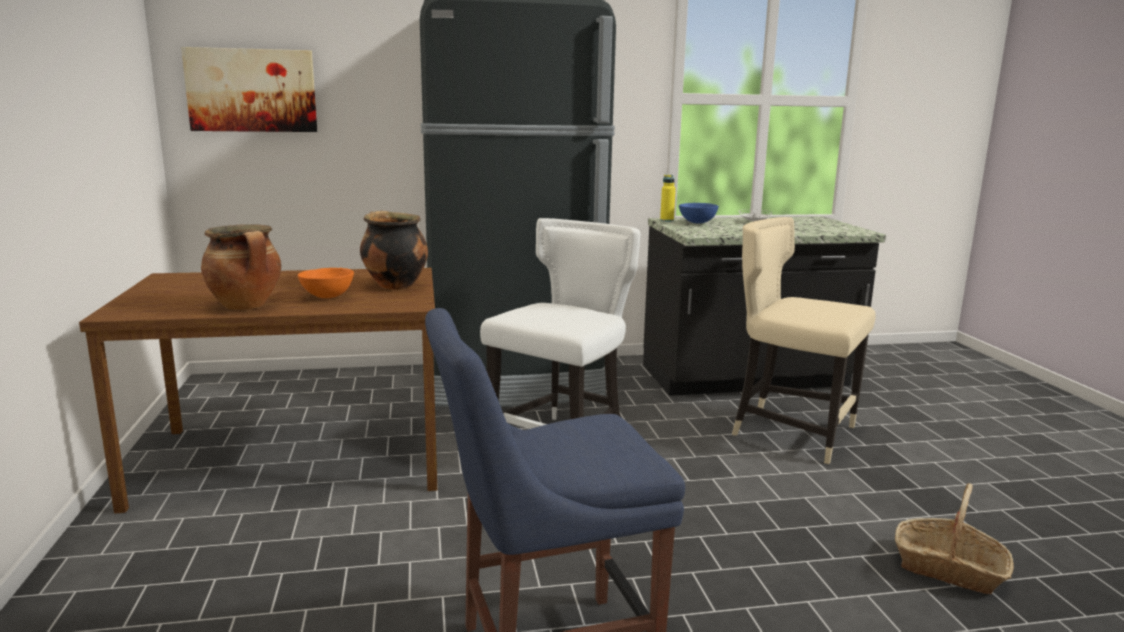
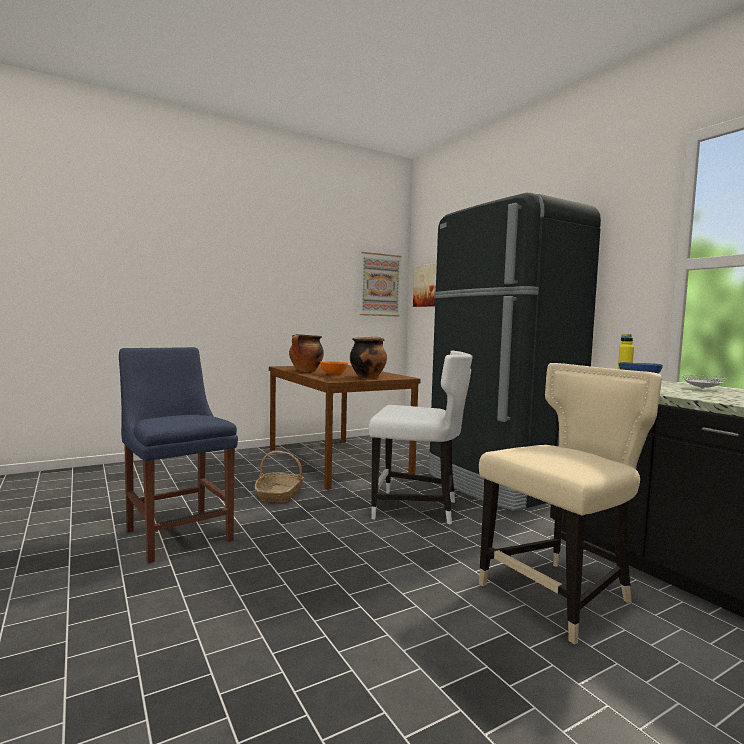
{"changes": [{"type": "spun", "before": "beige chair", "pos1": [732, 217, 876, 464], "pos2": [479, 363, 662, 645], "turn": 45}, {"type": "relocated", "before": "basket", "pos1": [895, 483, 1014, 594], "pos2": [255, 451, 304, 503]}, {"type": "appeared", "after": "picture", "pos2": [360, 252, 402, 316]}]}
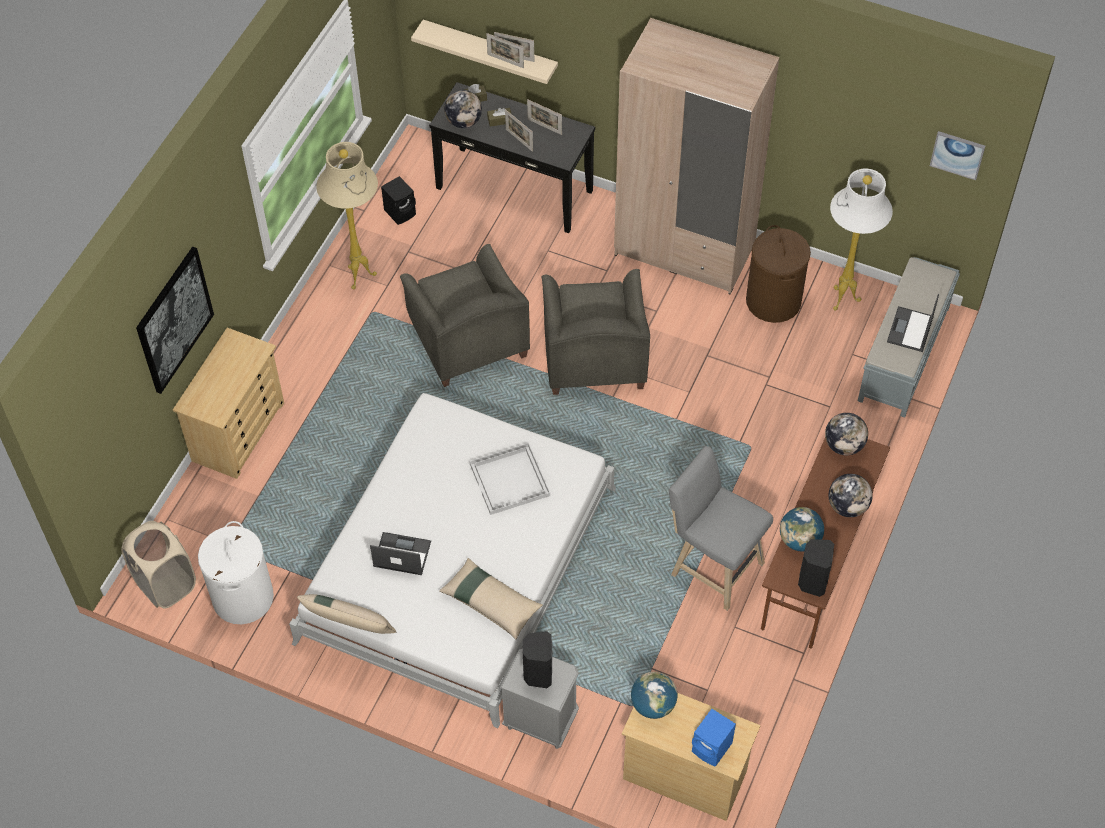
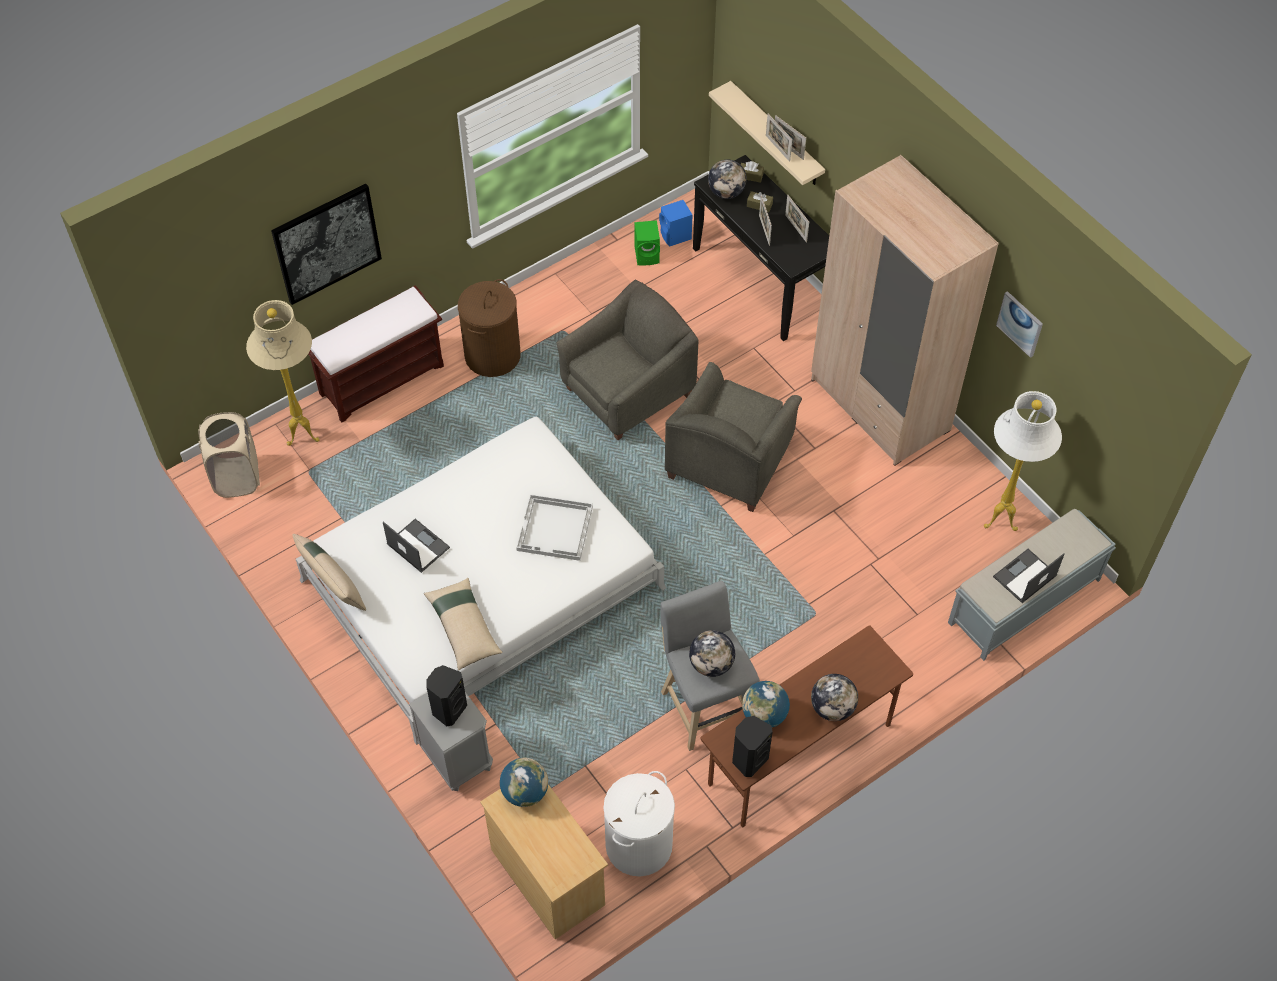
{"changes": [{"type": "exchanged", "before": "beige dresser", "after": "brown bench", "pos1": [173, 328, 284, 479], "pos2": [308, 285, 444, 423]}, {"type": "relocated", "before": "white laundry basket", "pos1": [198, 521, 274, 624], "pos2": [603, 771, 675, 876]}, {"type": "relocated", "before": "beige floor lamp", "pos1": [316, 142, 378, 289], "pos2": [246, 300, 320, 446]}, {"type": "colour", "before": "black speaker", "after": "green speaker", "pos1": [381, 176, 416, 225], "pos2": [635, 220, 660, 265]}, {"type": "spun", "before": "grey armchair", "pos1": [400, 244, 530, 387], "pos2": [556, 279, 699, 440], "turn": -135}, {"type": "relocated", "before": "blue speaker", "pos1": [692, 709, 736, 767], "pos2": [659, 200, 693, 247]}, {"type": "relocated", "before": "brown laundry basket", "pos1": [746, 225, 811, 323], "pos2": [458, 279, 521, 377]}, {"type": "relocated", "before": "globe", "pos1": [825, 413, 868, 455], "pos2": [689, 630, 735, 677]}, {"type": "relocated", "before": "picture", "pos1": [930, 131, 985, 180], "pos2": [996, 291, 1043, 358]}]}
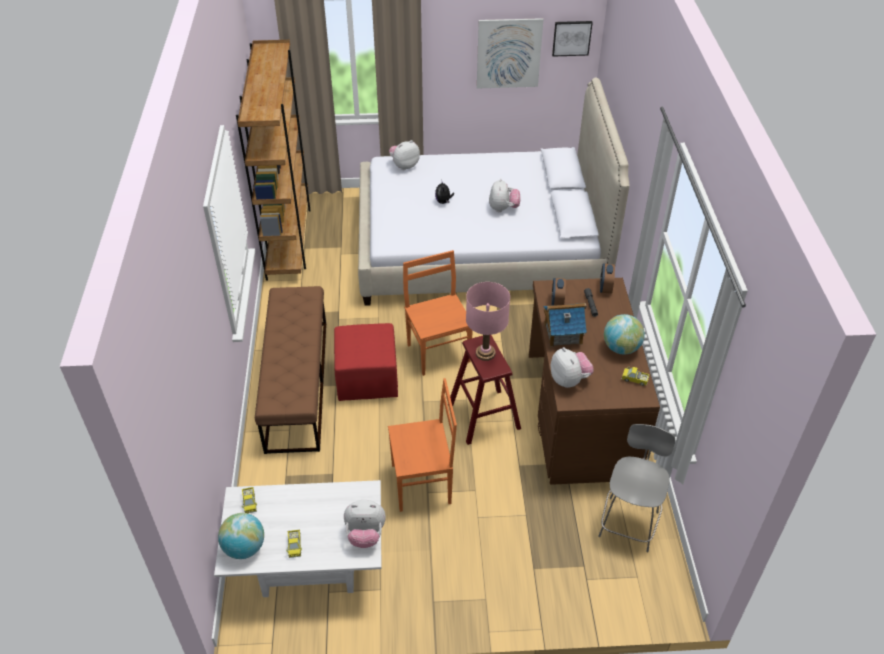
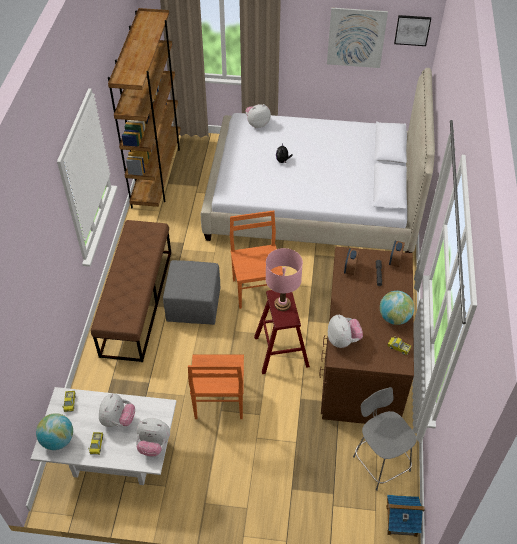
{"changes": [{"type": "colour", "before": "red ottoman", "after": "grey ottoman", "pos1": [334, 323, 398, 401], "pos2": [163, 260, 220, 325]}, {"type": "spun", "before": "orange chair", "pos1": [388, 378, 457, 512], "pos2": [188, 355, 244, 419], "turn": 90}, {"type": "relocated", "before": "plush toy", "pos1": [489, 178, 520, 212], "pos2": [99, 393, 135, 427]}, {"type": "relocated", "before": "toy house", "pos1": [544, 303, 587, 347], "pos2": [386, 495, 425, 537]}, {"type": "spun", "before": "grey chair", "pos1": [598, 424, 675, 553], "pos2": [353, 387, 417, 491], "turn": -60}]}
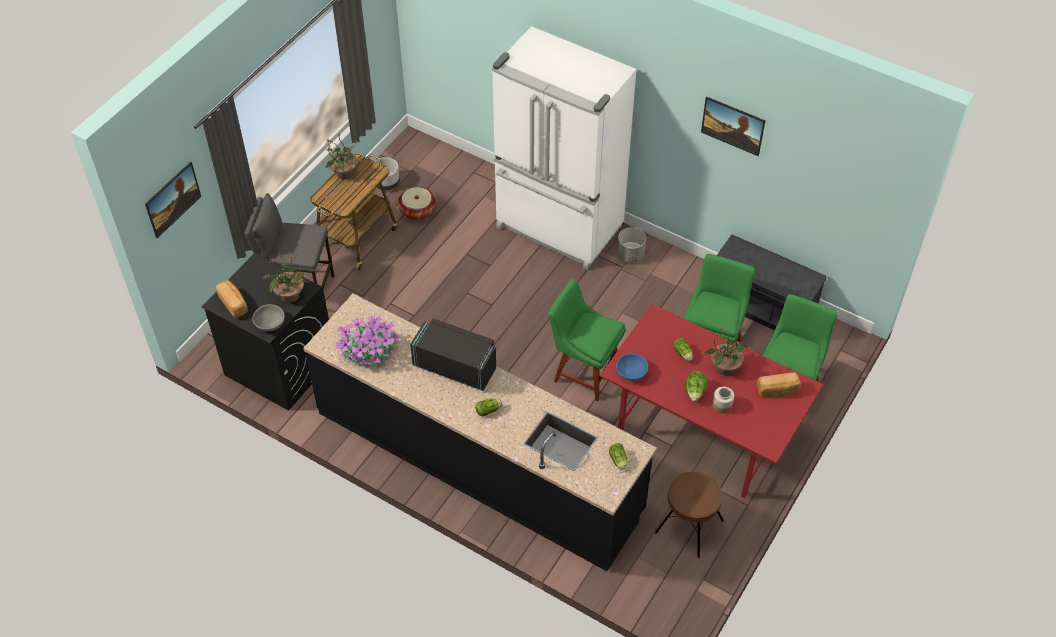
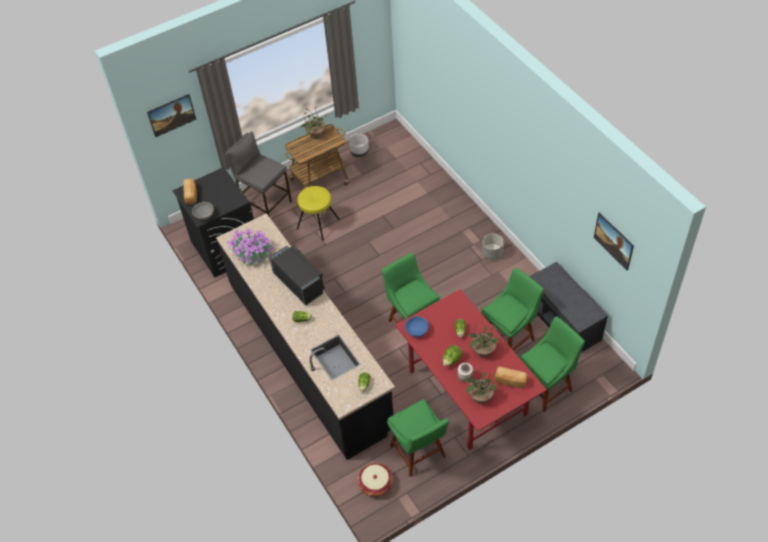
{"changes": [{"type": "relocated", "before": "potted plant", "pos1": [263, 254, 306, 303], "pos2": [465, 366, 496, 404]}, {"type": "relocated", "before": "basket", "pos1": [398, 187, 436, 220], "pos2": [358, 463, 393, 497]}, {"type": "missing", "before": "white fridge", "pos1": [492, 26, 636, 270]}, {"type": "exchanged", "before": "brown stool", "after": "green chair", "pos1": [655, 472, 724, 558], "pos2": [387, 399, 449, 477]}, {"type": "relocated", "before": "picture", "pos1": [701, 97, 766, 156], "pos2": [594, 213, 634, 270]}, {"type": "appeared", "after": "yellow stool", "pos2": [297, 186, 340, 241]}]}
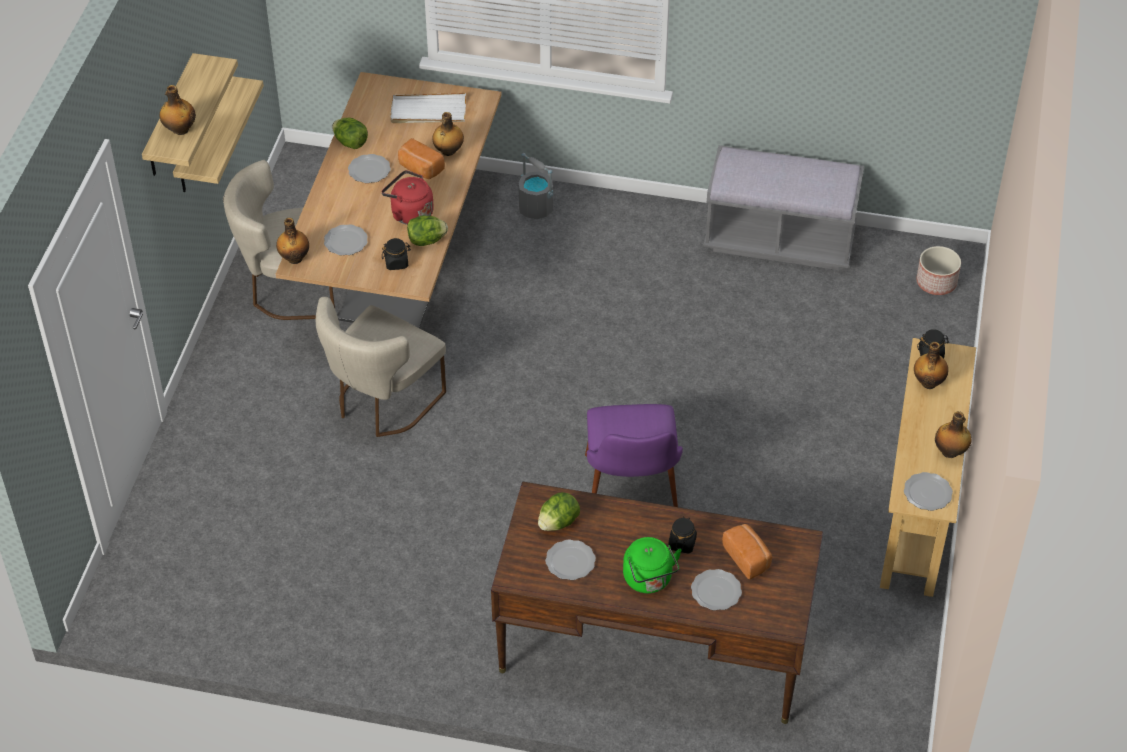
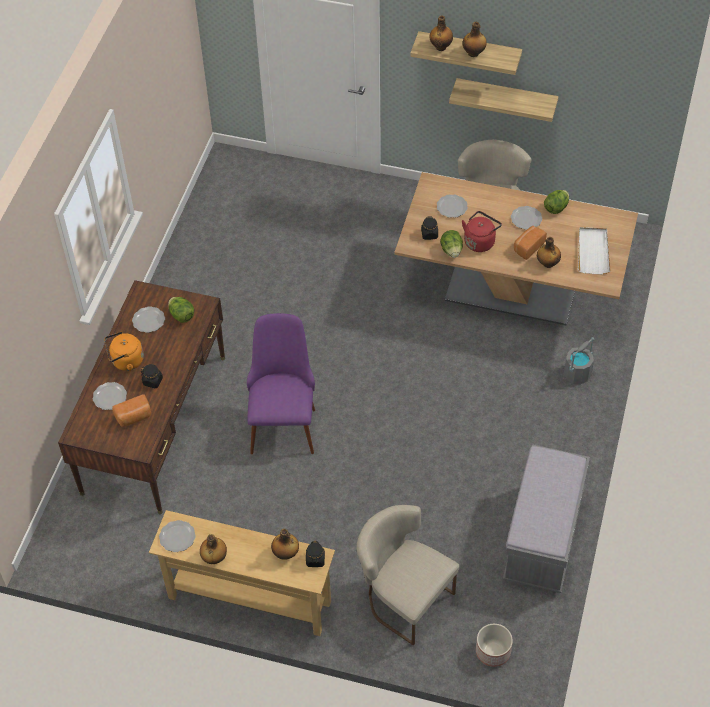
{"changes": [{"type": "relocated", "before": "bottle", "pos1": [276, 218, 309, 264], "pos2": [463, 22, 487, 57]}, {"type": "relocated", "before": "beige chair", "pos1": [316, 297, 446, 437], "pos2": [356, 505, 459, 645]}, {"type": "spun", "before": "purple chair", "pos1": [585, 404, 683, 507], "pos2": [247, 313, 315, 454], "turn": 90}, {"type": "colour", "before": "green kettle", "after": "orange kettle", "pos1": [623, 537, 682, 593], "pos2": [104, 331, 144, 371]}]}
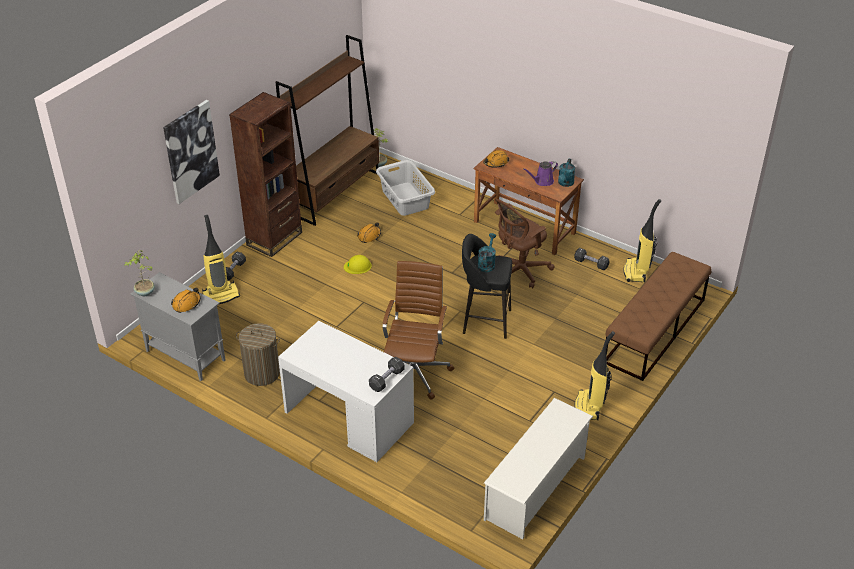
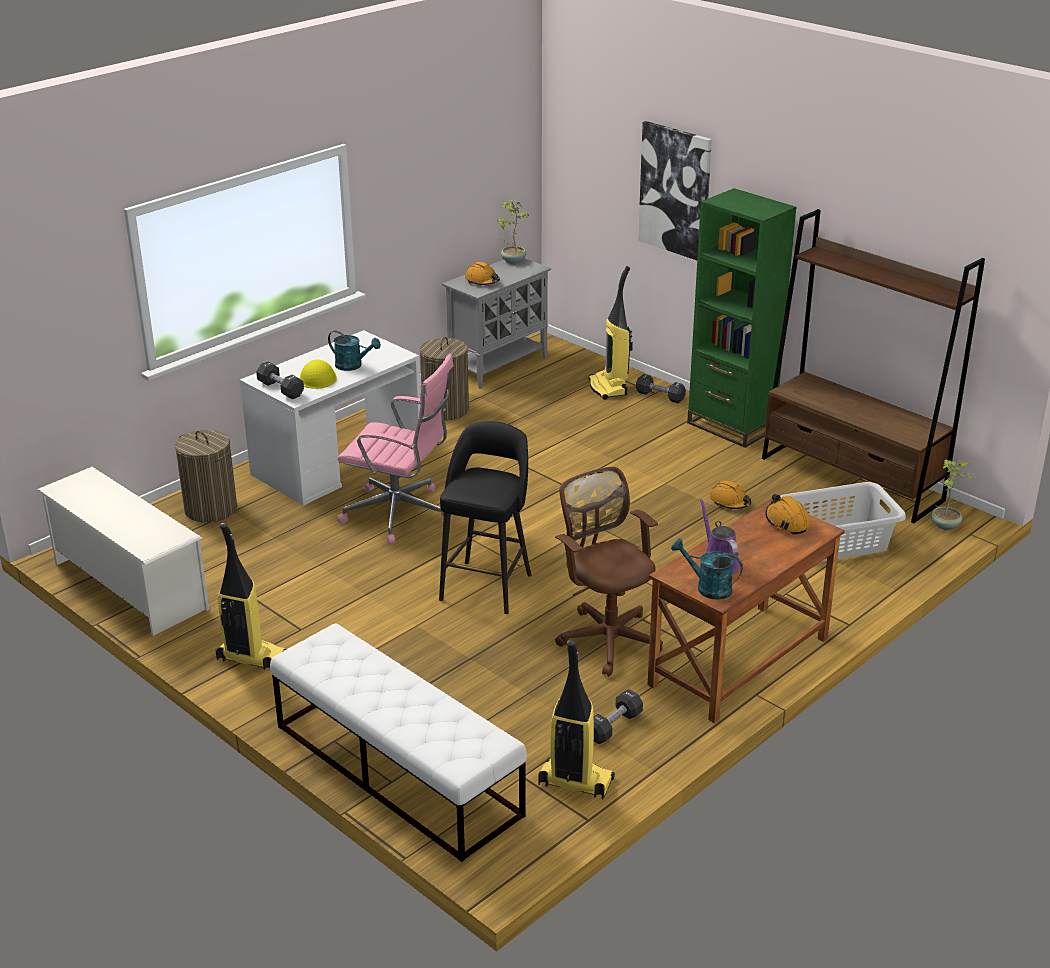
{"changes": [{"type": "colour", "before": "brown bookcase", "after": "green bookcase", "pos1": [229, 92, 302, 257], "pos2": [687, 188, 797, 448]}, {"type": "relocated", "before": "yellow hard hat", "pos1": [344, 255, 372, 274], "pos2": [299, 360, 337, 389]}, {"type": "colour", "before": "brown office chair", "after": "pink office chair", "pos1": [383, 261, 454, 399], "pos2": [337, 354, 454, 545]}, {"type": "relocated", "before": "turquoise watering can", "pos1": [477, 233, 496, 272], "pos2": [328, 330, 381, 371]}, {"type": "colour", "before": "brown bench", "after": "white bench", "pos1": [606, 252, 712, 381], "pos2": [270, 623, 527, 862]}, {"type": "appeared", "after": "laundry basket", "pos2": [175, 430, 237, 522]}]}
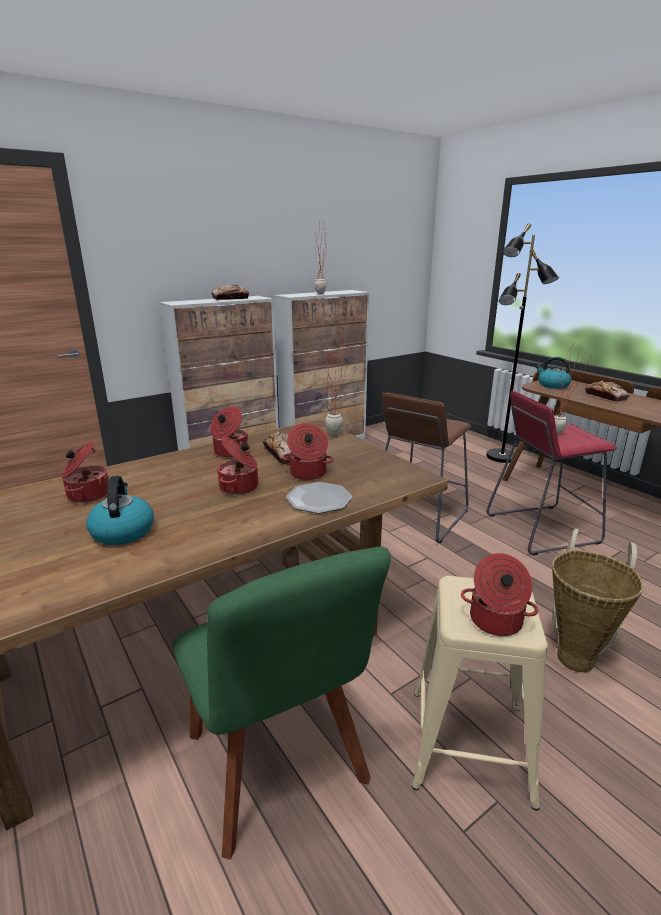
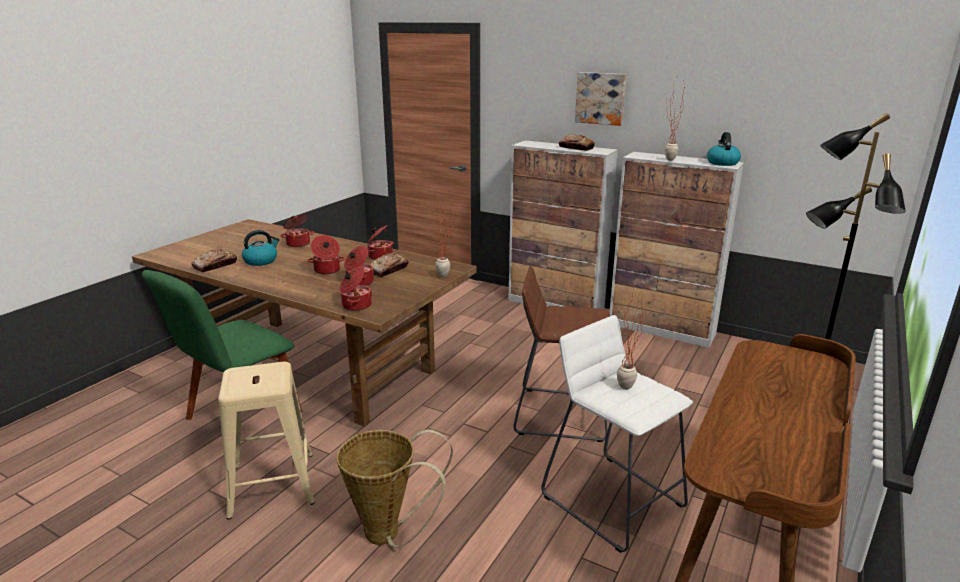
{"changes": [{"type": "missing", "before": "plate", "pos1": [286, 482, 352, 514]}, {"type": "relocated", "before": "cooking pot", "pos1": [461, 553, 538, 636], "pos2": [340, 266, 372, 311]}, {"type": "colour", "before": "red stool", "after": "white stool", "pos1": [486, 391, 617, 555], "pos2": [541, 315, 694, 553]}, {"type": "relocated", "before": "kettle", "pos1": [536, 357, 571, 389], "pos2": [707, 132, 741, 166]}, {"type": "relocated", "before": "bread", "pos1": [585, 381, 630, 402], "pos2": [191, 249, 237, 272]}, {"type": "appeared", "after": "picture", "pos2": [575, 72, 626, 126]}]}
